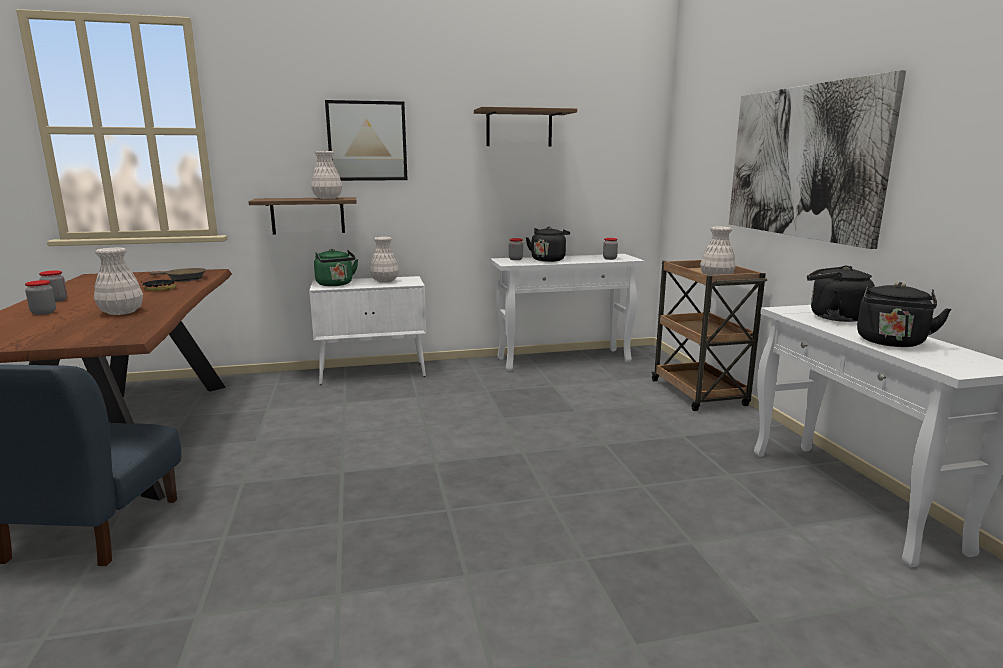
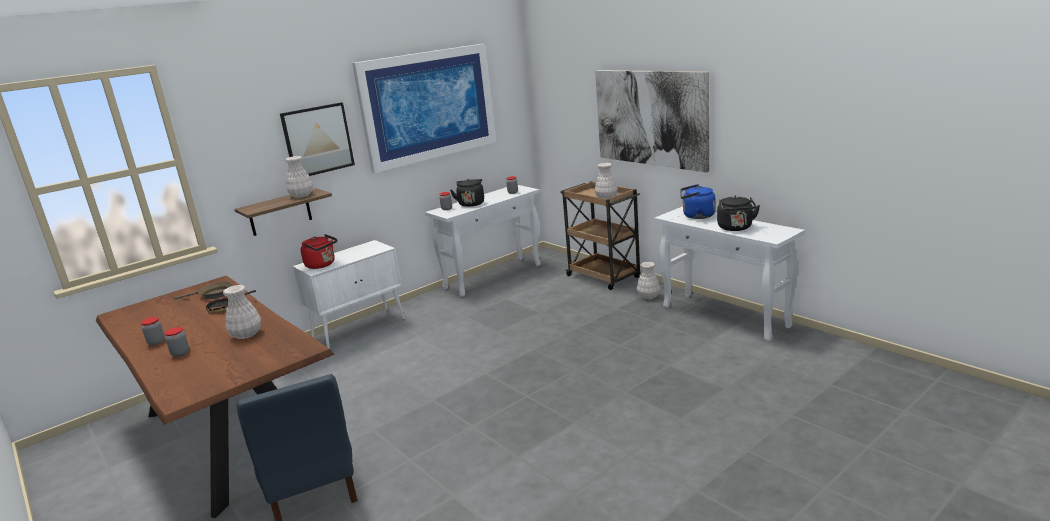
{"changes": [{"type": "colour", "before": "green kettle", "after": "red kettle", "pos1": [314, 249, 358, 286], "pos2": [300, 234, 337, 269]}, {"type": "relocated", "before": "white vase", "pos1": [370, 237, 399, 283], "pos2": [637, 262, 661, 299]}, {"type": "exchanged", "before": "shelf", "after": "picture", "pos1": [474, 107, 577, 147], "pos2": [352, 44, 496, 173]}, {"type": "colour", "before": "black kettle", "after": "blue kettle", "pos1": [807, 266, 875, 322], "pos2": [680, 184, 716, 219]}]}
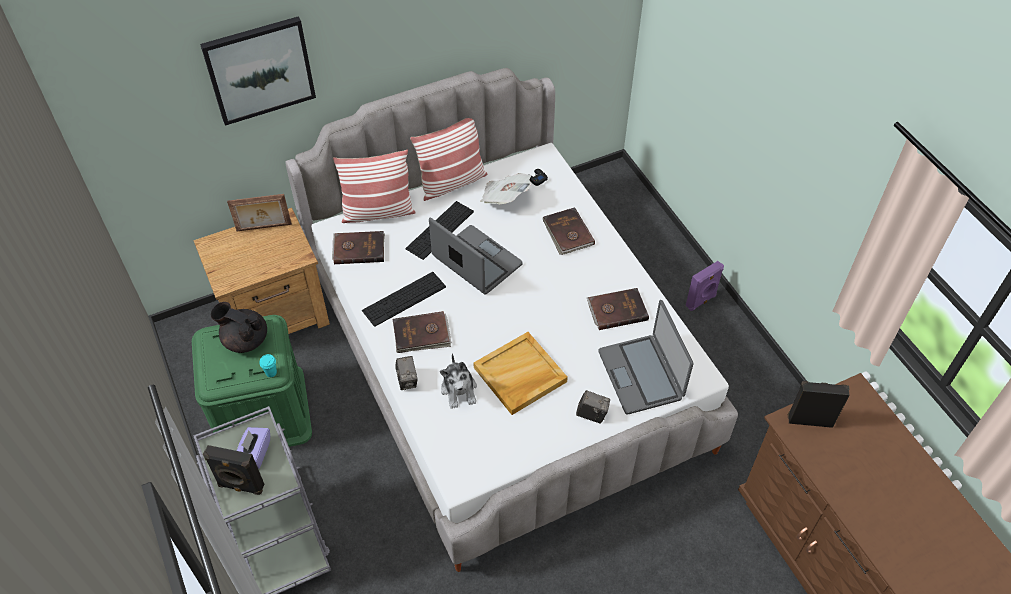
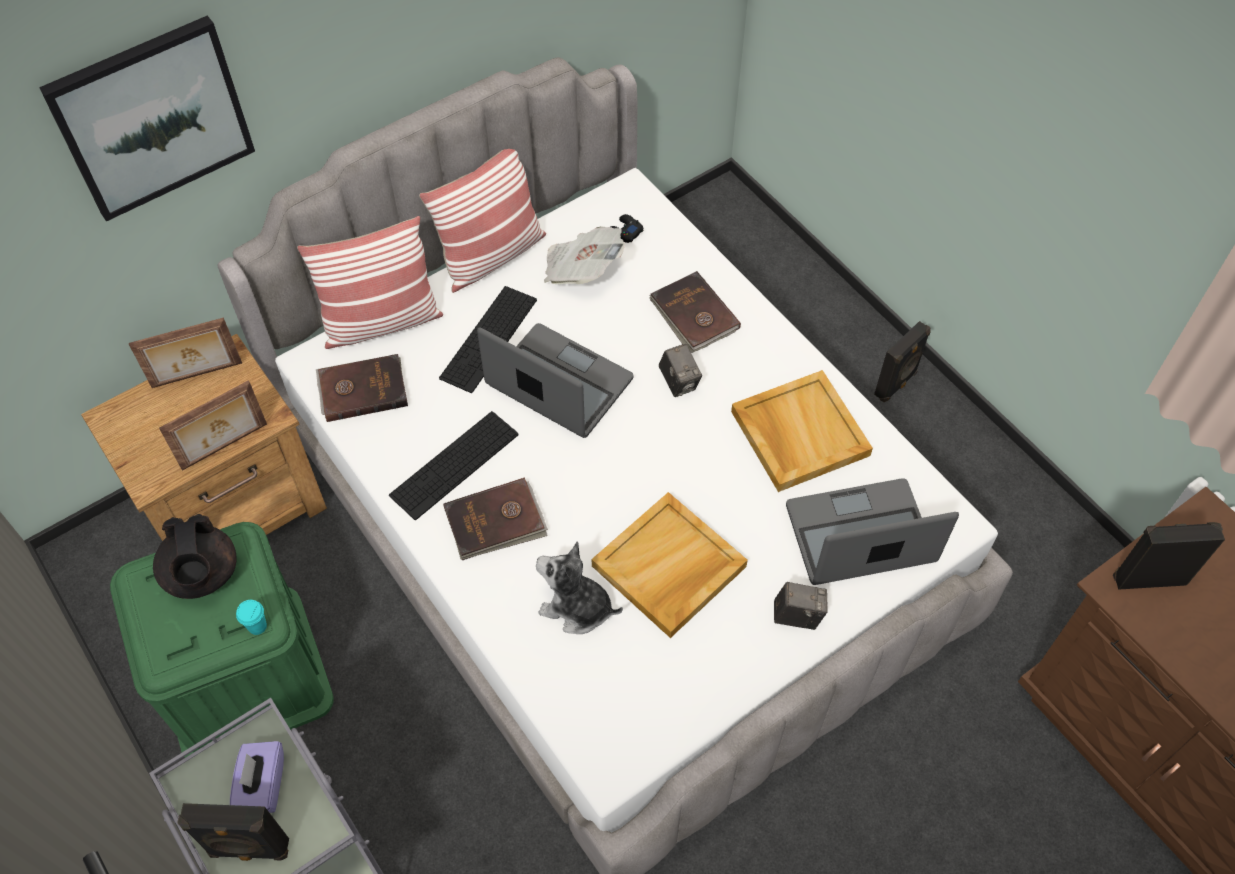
{"changes": [{"type": "spun", "before": "black teapot", "pos1": [210, 302, 267, 353], "pos2": [153, 514, 237, 599], "turn": -120}, {"type": "relocated", "before": "photo camera", "pos1": [395, 356, 418, 390], "pos2": [658, 344, 702, 397]}, {"type": "spun", "before": "plush toy", "pos1": [440, 353, 477, 409], "pos2": [536, 541, 623, 634], "turn": 135}, {"type": "exchanged", "before": "brown book", "after": "beige tray", "pos1": [587, 288, 649, 330], "pos2": [731, 370, 873, 492]}, {"type": "spun", "before": "laptop", "pos1": [598, 300, 694, 415], "pos2": [786, 478, 959, 585], "turn": 105}, {"type": "colour", "before": "purple speaker", "after": "black speaker", "pos1": [686, 261, 724, 311], "pos2": [874, 321, 931, 402]}, {"type": "appeared", "after": "picture frame", "pos2": [159, 380, 267, 471]}]}
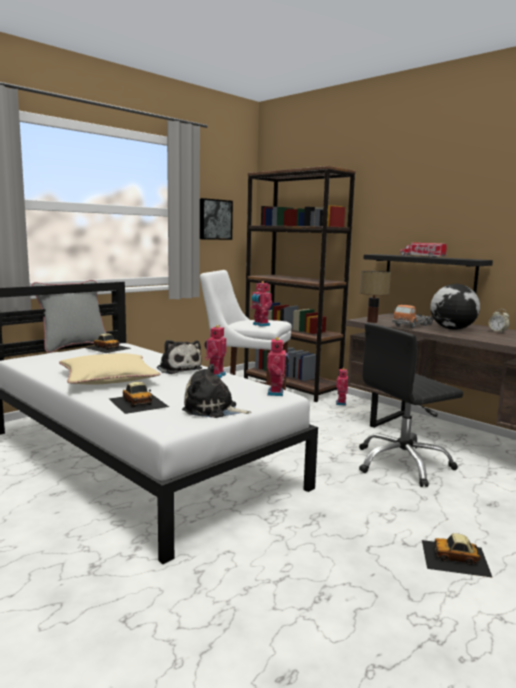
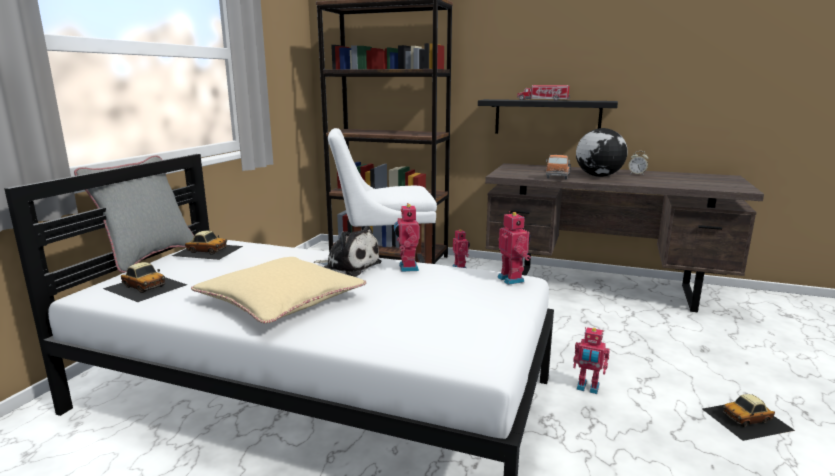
{"changes": [{"type": "relocated", "before": "toy car", "pos1": [109, 382, 169, 414], "pos2": [103, 262, 187, 302]}, {"type": "missing", "before": "plush toy", "pos1": [182, 364, 251, 418]}, {"type": "missing", "before": "picture", "pos1": [200, 198, 233, 240]}, {"type": "relocated", "before": "toy robot", "pos1": [250, 281, 272, 327], "pos2": [573, 327, 610, 394]}, {"type": "missing", "before": "black office chair", "pos1": [359, 323, 463, 487]}, {"type": "missing", "before": "table lamp", "pos1": [360, 271, 391, 323]}]}
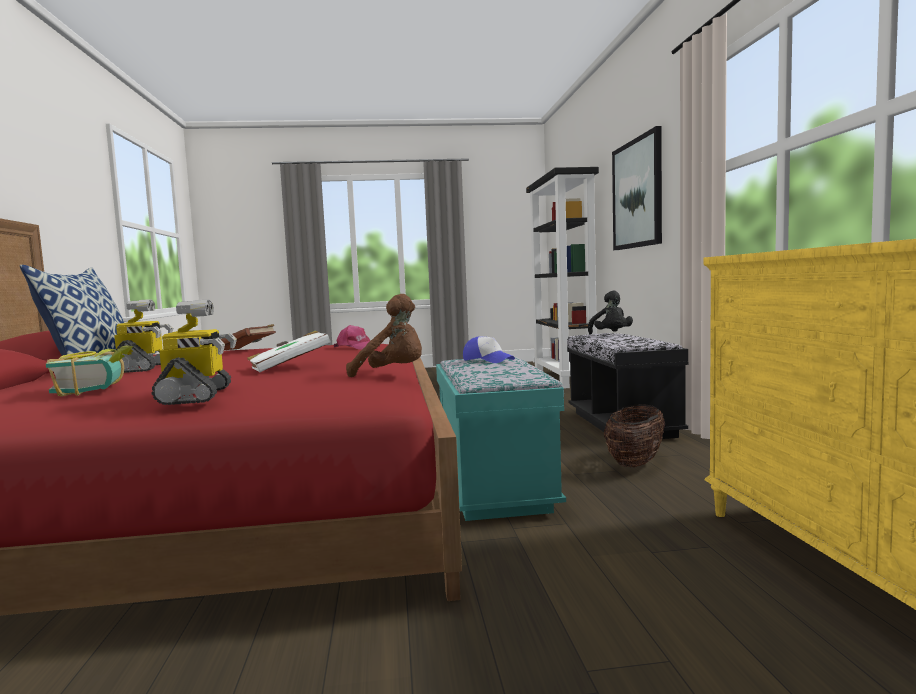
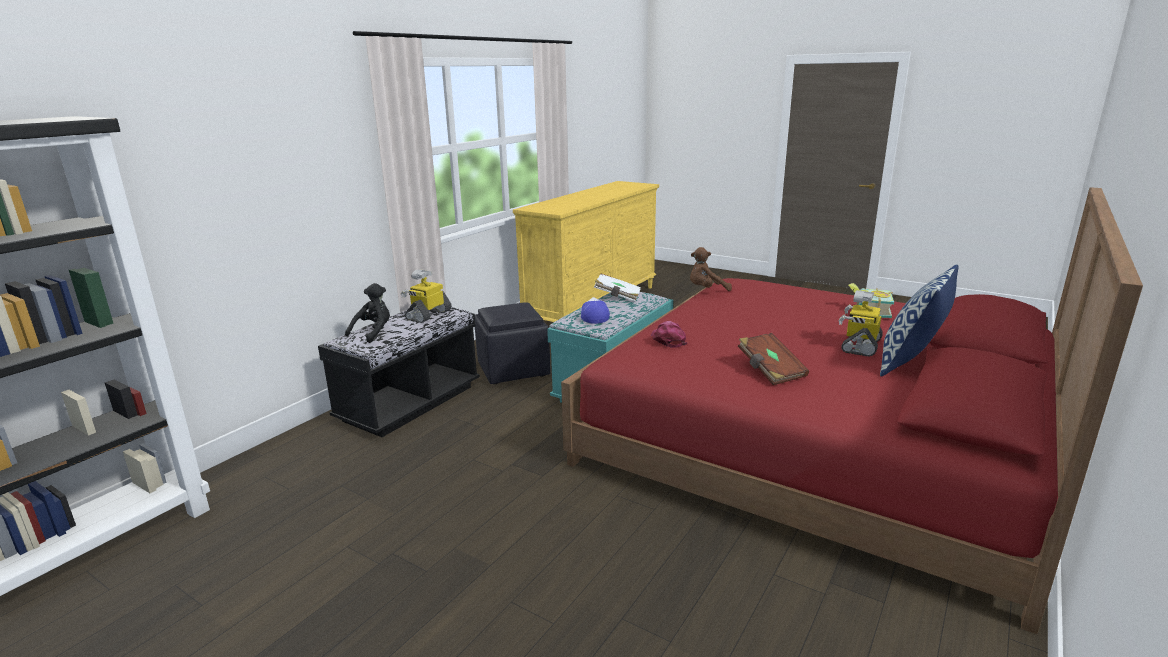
{"changes": [{"type": "relocated", "before": "toy robot", "pos1": [151, 299, 237, 405], "pos2": [401, 269, 452, 323]}, {"type": "relocated", "before": "white book", "pos1": [247, 331, 331, 372], "pos2": [594, 274, 641, 302]}, {"type": "spun", "before": "brown plush toy", "pos1": [346, 294, 422, 377], "pos2": [690, 247, 732, 291], "turn": -75}, {"type": "exchanged", "before": "basket", "after": "black ottoman", "pos1": [604, 404, 665, 467], "pos2": [475, 302, 550, 384]}, {"type": "missing", "before": "picture", "pos1": [612, 126, 662, 250]}]}
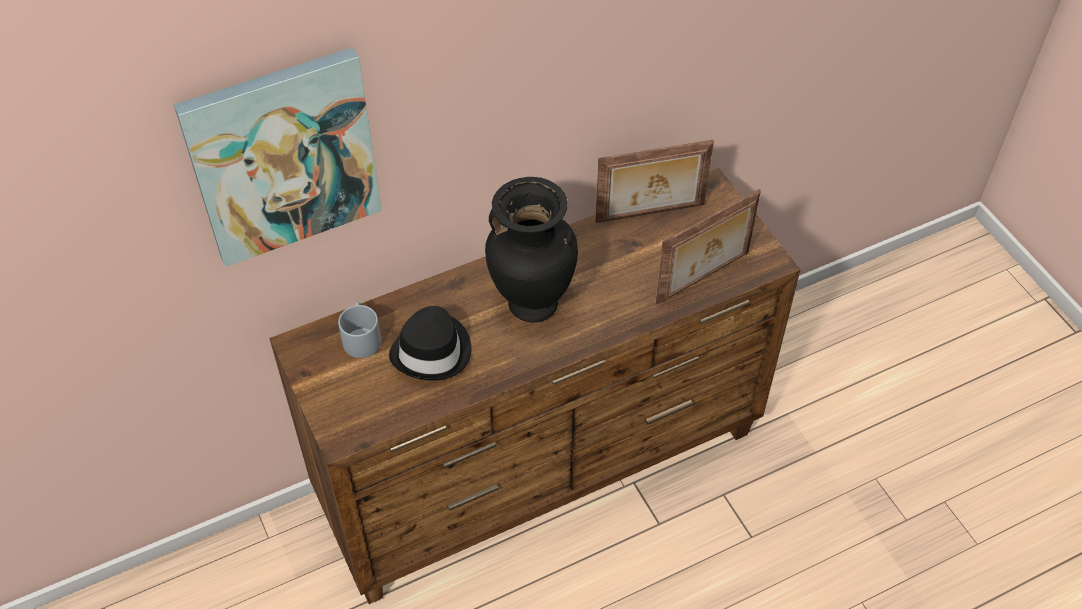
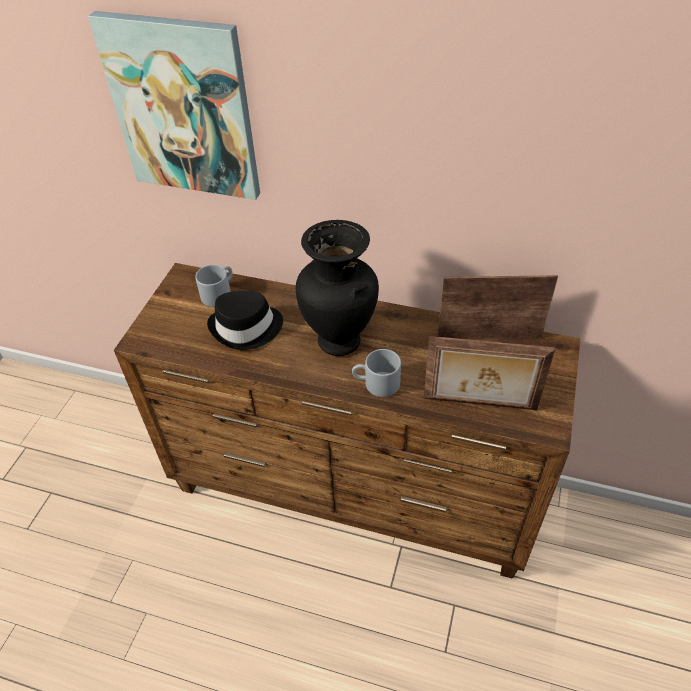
{"changes": [{"type": "spun", "before": "picture frame", "pos1": [595, 140, 714, 223], "pos2": [437, 275, 558, 340], "turn": 150}, {"type": "appeared", "after": "grey mug", "pos2": [352, 349, 401, 397]}]}
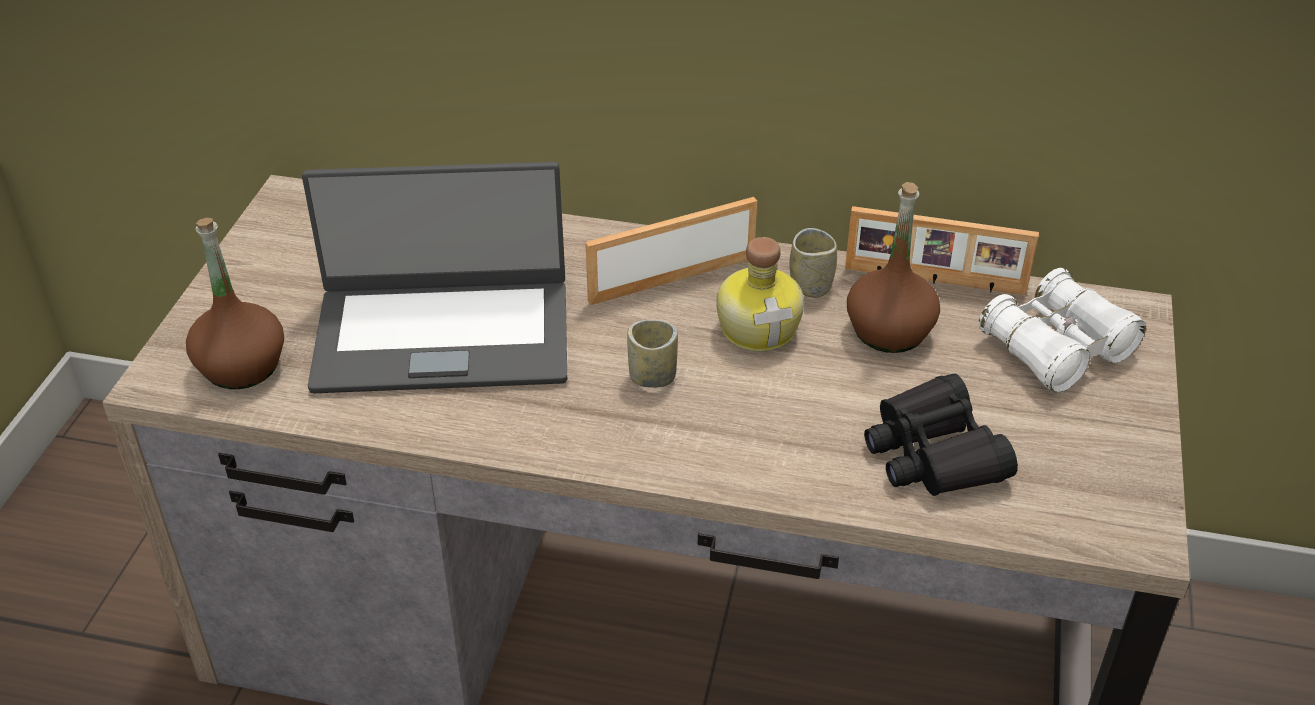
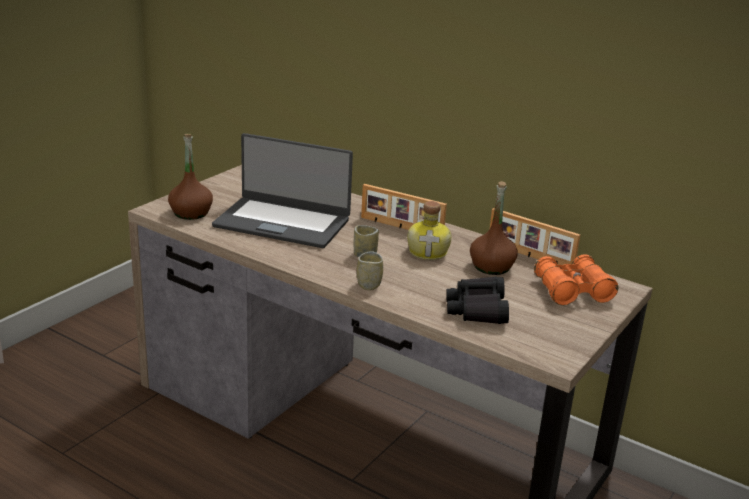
{"changes": [{"type": "spun", "before": "picture frame", "pos1": [585, 197, 757, 305], "pos2": [361, 184, 447, 230], "turn": -150}, {"type": "relocated", "before": "cup", "pos1": [789, 228, 837, 298], "pos2": [357, 251, 383, 290]}, {"type": "colour", "before": "white binoculars", "after": "orange binoculars", "pos1": [978, 268, 1146, 393], "pos2": [534, 254, 619, 305]}]}
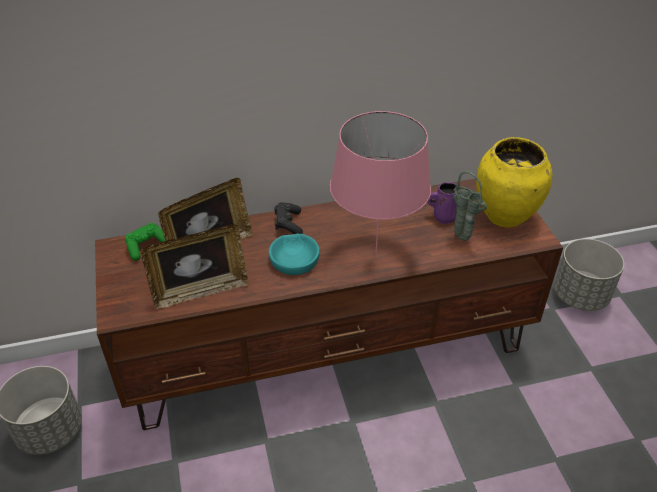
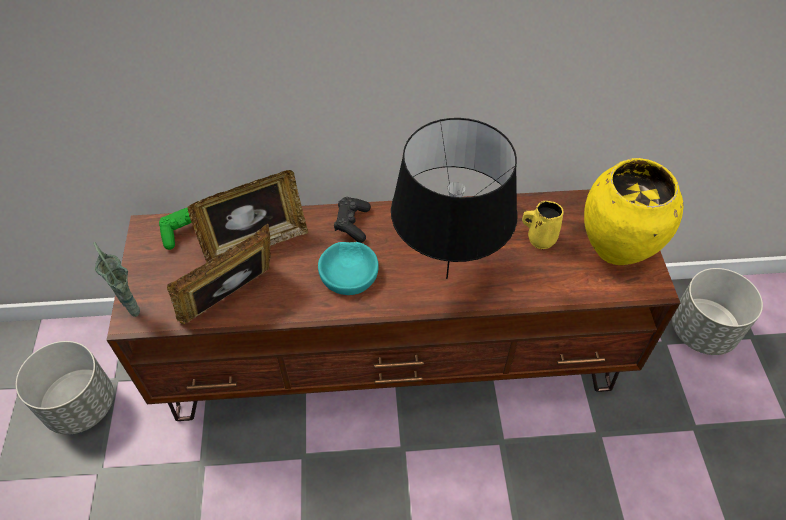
{"changes": [{"type": "spun", "before": "picture frame", "pos1": [141, 225, 249, 309], "pos2": [167, 224, 271, 324], "turn": 150}, {"type": "colour", "before": "pink table lamp", "after": "black table lamp", "pos1": [330, 111, 431, 254], "pos2": [391, 118, 518, 279]}, {"type": "colour", "before": "purple mug", "after": "yellow mug", "pos1": [428, 182, 457, 224], "pos2": [522, 201, 564, 249]}, {"type": "relocated", "before": "green vase", "pos1": [453, 171, 487, 241], "pos2": [93, 242, 140, 317]}]}
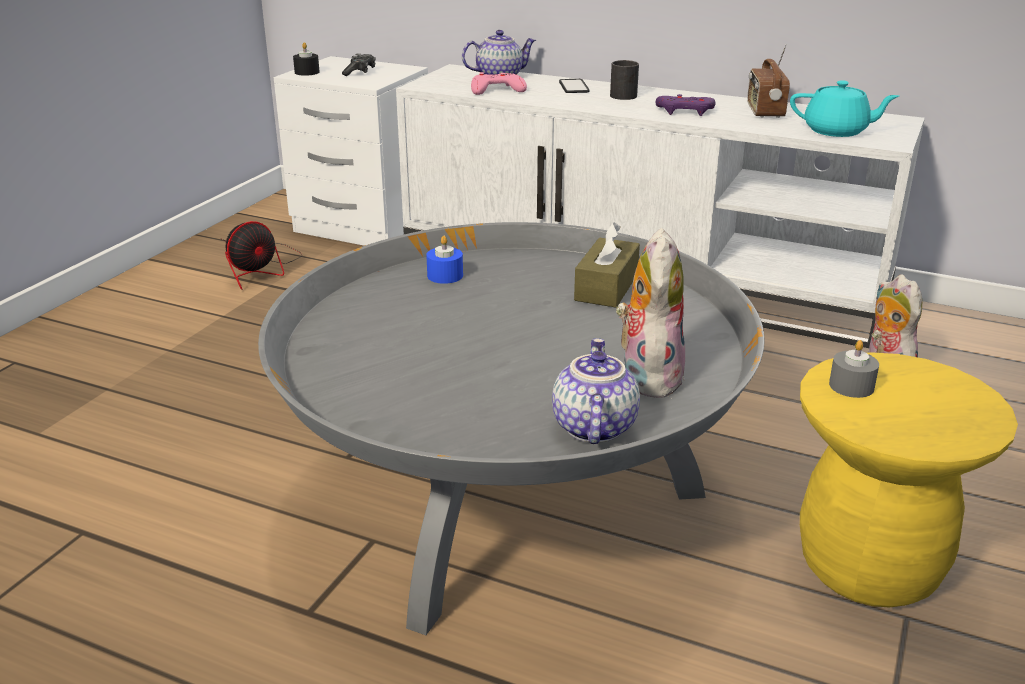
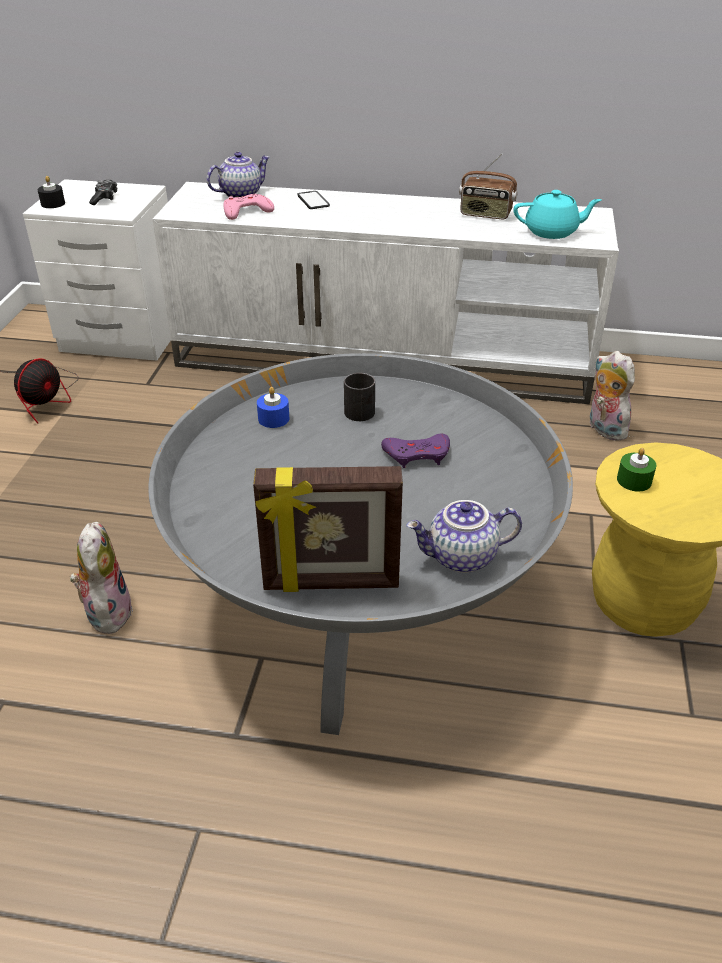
{"changes": [{"type": "spun", "before": "teapot", "pos1": [552, 338, 640, 444], "pos2": [406, 500, 522, 573], "turn": -90}, {"type": "missing", "before": "brown tissue box", "pos1": [574, 223, 640, 308]}, {"type": "relocated", "before": "black mug", "pos1": [610, 60, 639, 100], "pos2": [344, 373, 375, 421]}, {"type": "relocated", "before": "plush toy", "pos1": [616, 228, 685, 399], "pos2": [69, 522, 133, 634]}, {"type": "relocated", "before": "purple game controller", "pos1": [656, 94, 715, 116], "pos2": [381, 434, 450, 468]}, {"type": "spun", "before": "radio", "pos1": [747, 44, 790, 118], "pos2": [459, 153, 518, 219], "turn": -60}, {"type": "colour", "before": "grey candle", "after": "green candle", "pos1": [829, 340, 879, 398], "pos2": [617, 448, 656, 492]}, {"type": "appeared", "after": "picture frame", "pos2": [253, 466, 403, 592]}]}
